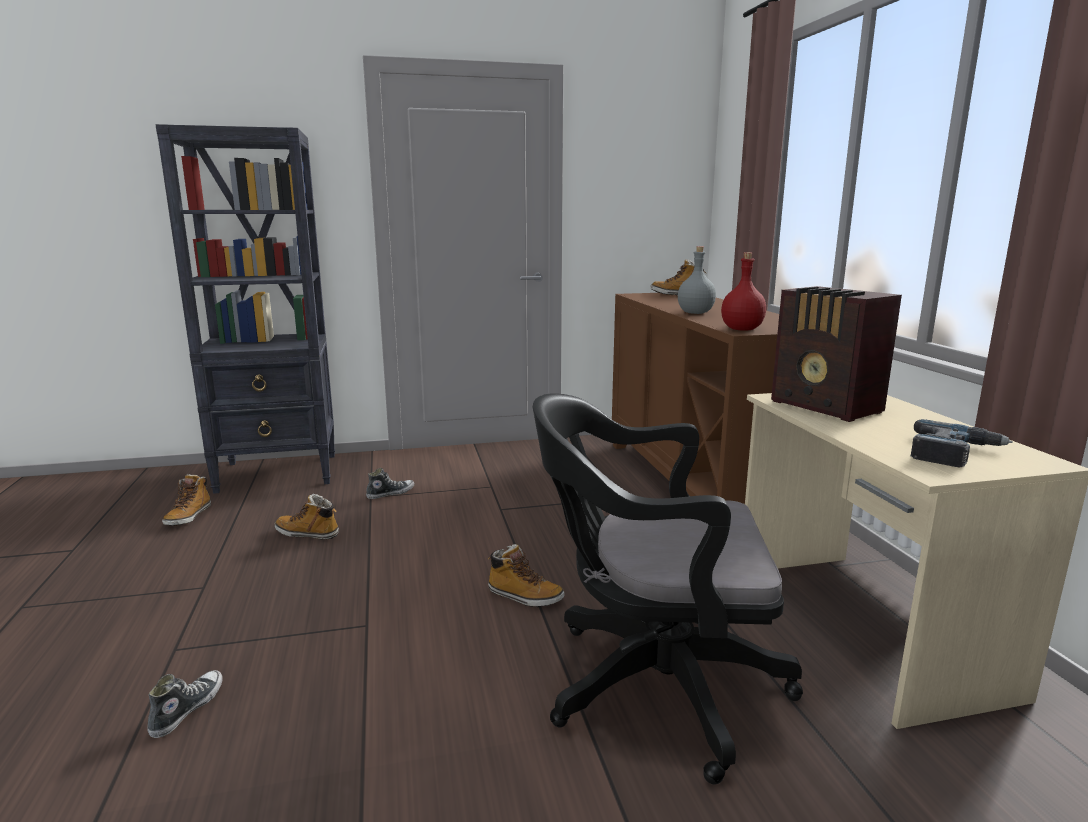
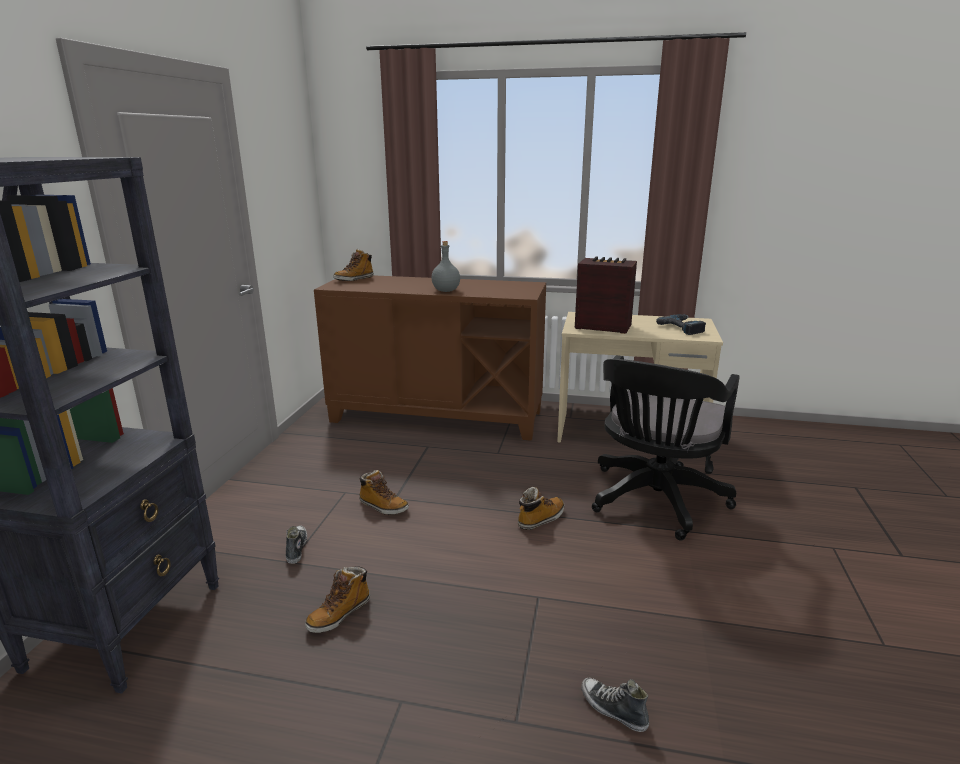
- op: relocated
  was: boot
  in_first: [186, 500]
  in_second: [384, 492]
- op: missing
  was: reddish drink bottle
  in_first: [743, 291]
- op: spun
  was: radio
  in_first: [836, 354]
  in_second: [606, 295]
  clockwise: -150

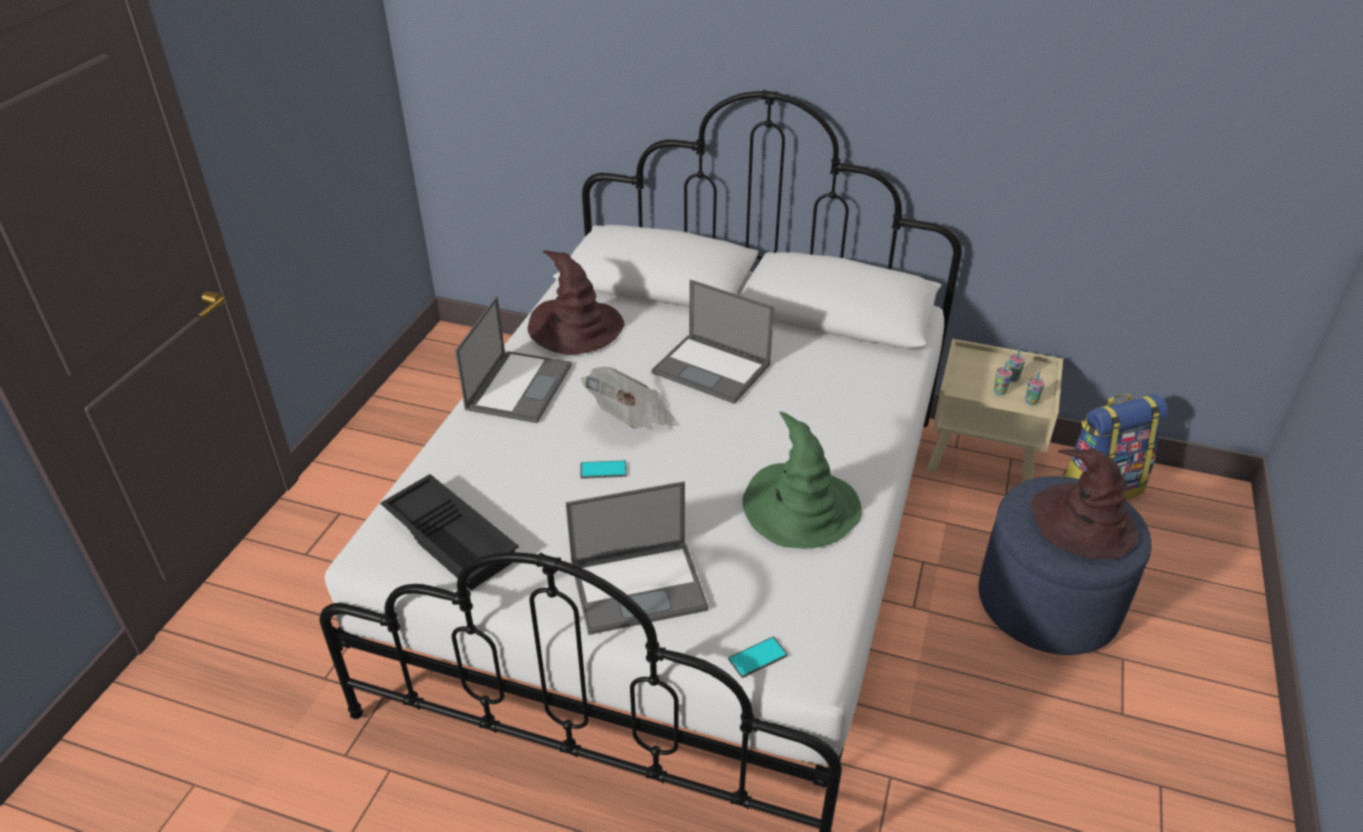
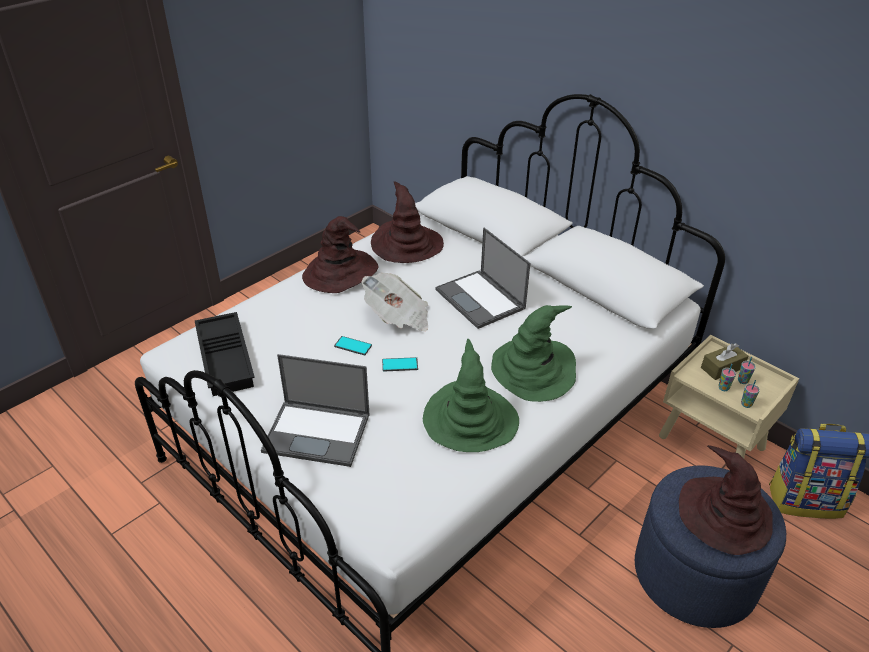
- op: exchanged
  was: notebook computer
  now: brownish wearable hat
  in_first: [513, 359]
  in_second: [340, 254]
- op: relocated
  was: handset
  in_first: [758, 657]
  in_second: [400, 364]
- op: appeared
  now: greenish wearable hat
  in_second: [533, 353]
- op: appeared
  now: brownish tissue holder
  in_second: [725, 361]

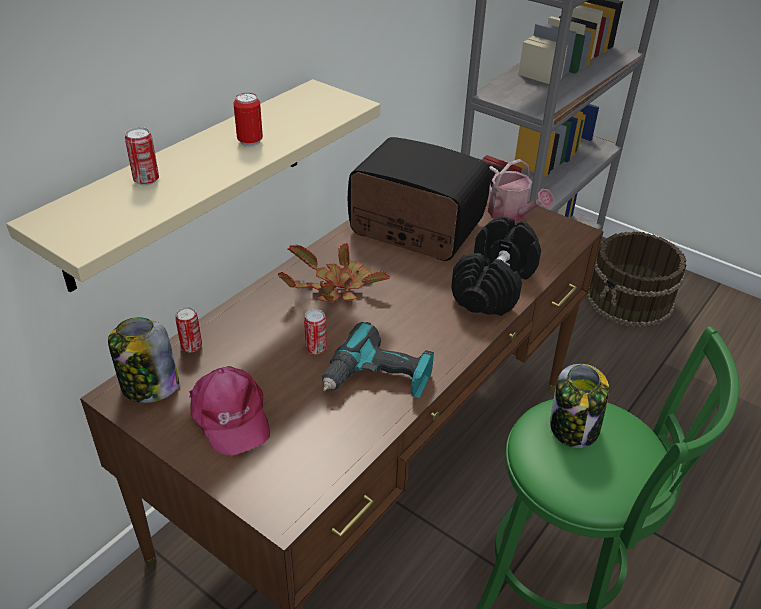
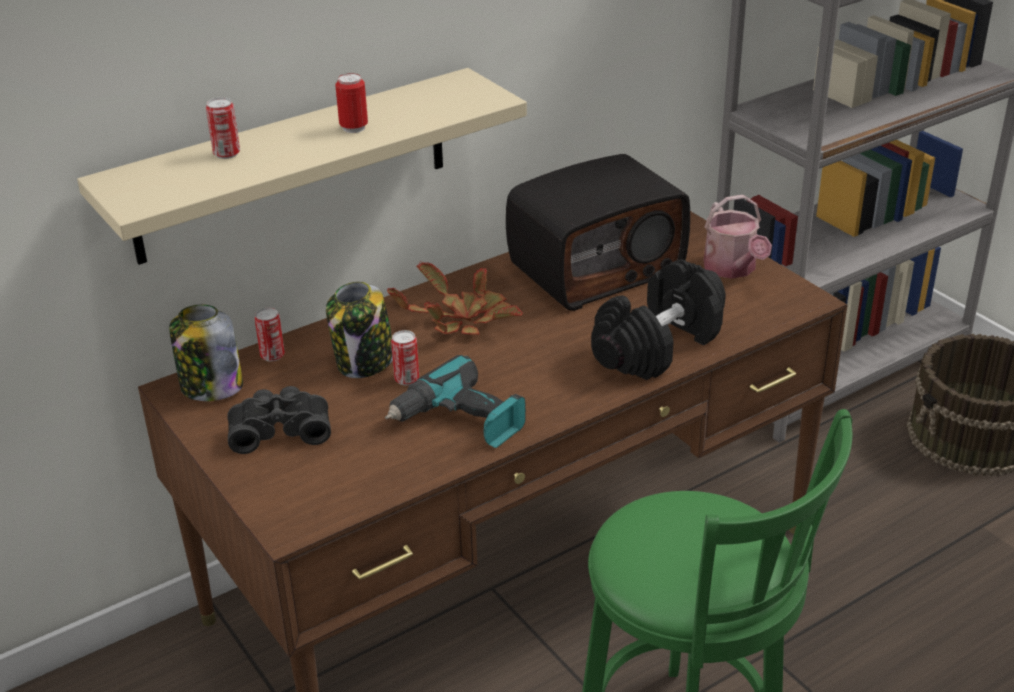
- op: exchanged
  was: pinkish cap
  now: black-coloured pair of binoculars
  in_first: [229, 411]
  in_second: [279, 420]
- op: spun
  was: radio
  in_first: [419, 199]
  in_second: [598, 232]
  clockwise: 105
- op: relocated
  was: jar
  in_first: [579, 406]
  in_second: [359, 330]

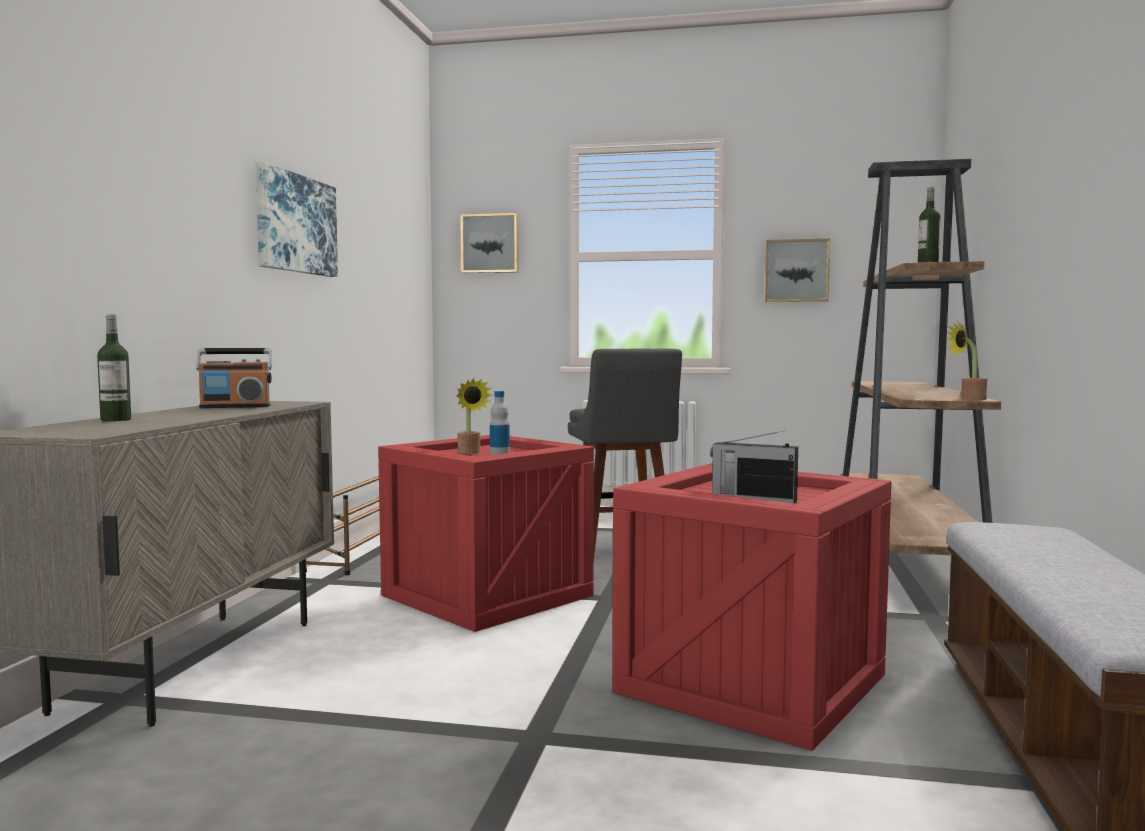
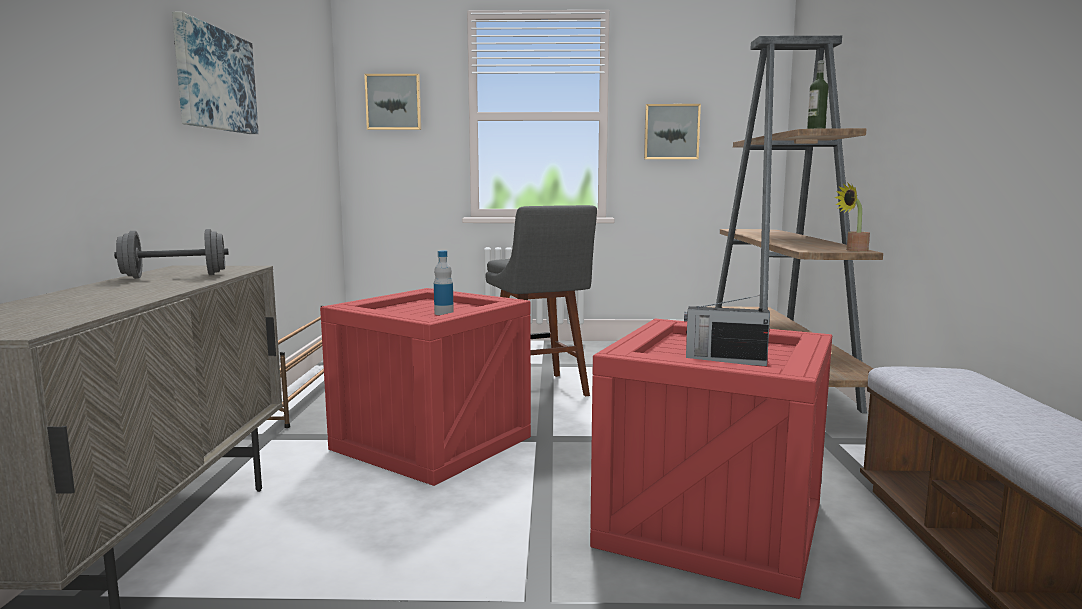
- op: missing
  was: drink bottle
  in_first: [114, 367]
- op: exchanged
  was: radio
  now: gray free weight
  in_first: [234, 378]
  in_second: [171, 254]
- op: missing
  was: houseplant
  in_first: [474, 416]

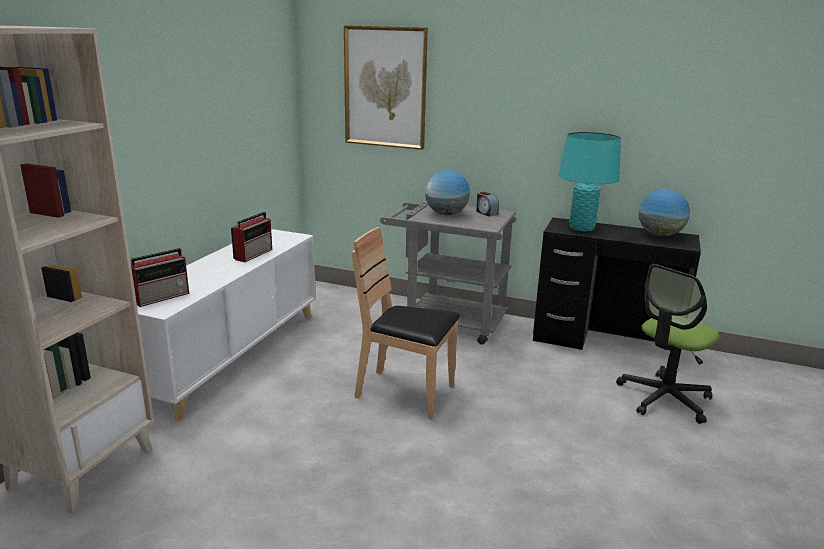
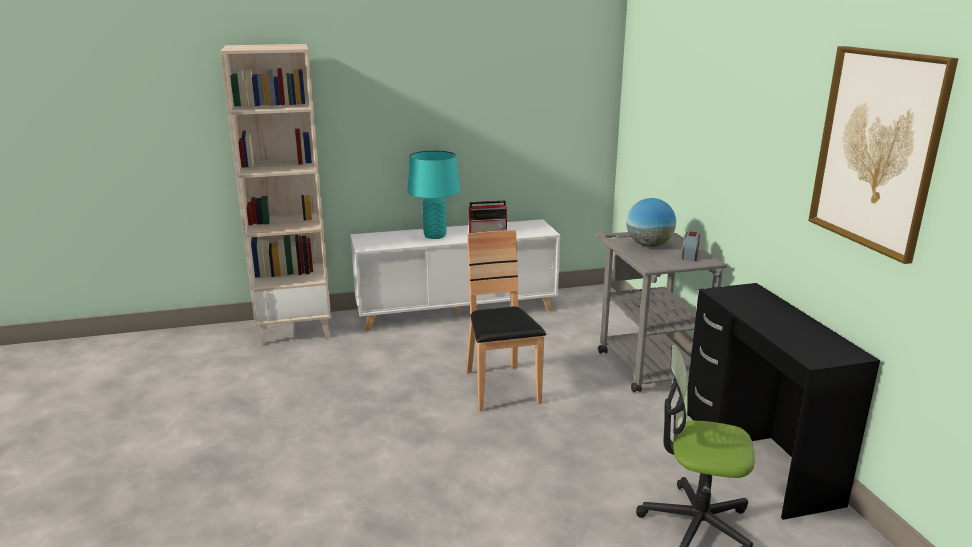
- op: missing
  was: radio
  in_first: [159, 277]
- op: relocated
  was: wall picture
  in_first: [386, 87]
  in_second: [883, 155]
- op: relocated
  was: turquoise-coloured tabletop lamp
  in_first: [589, 181]
  in_second: [433, 195]
- op: missing
  was: globe
  in_first: [664, 213]

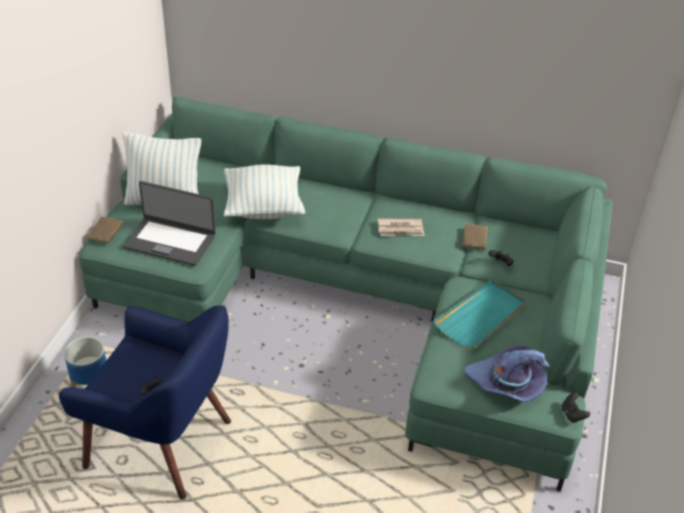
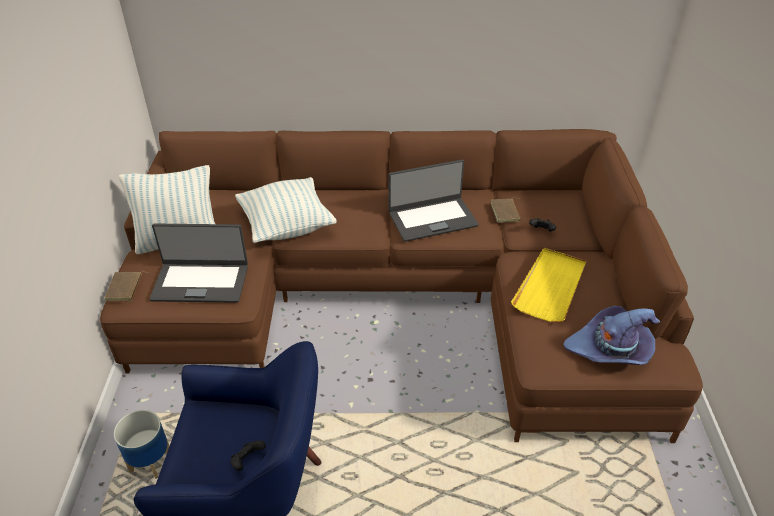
- op: colour
  was: greenish settee
  now: brownish settee
  in_first: [346, 294]
  in_second: [401, 286]
- op: exchanged
  was: printed paper
  now: notebook computer
  in_first: [401, 227]
  in_second: [434, 200]
- op: colour
  was: turquoise-coloured serving tray
  now: yellow serving tray
  in_first: [479, 314]
  in_second: [548, 285]
- op: missing
  was: black-coloured gamepad
  in_first: [575, 407]

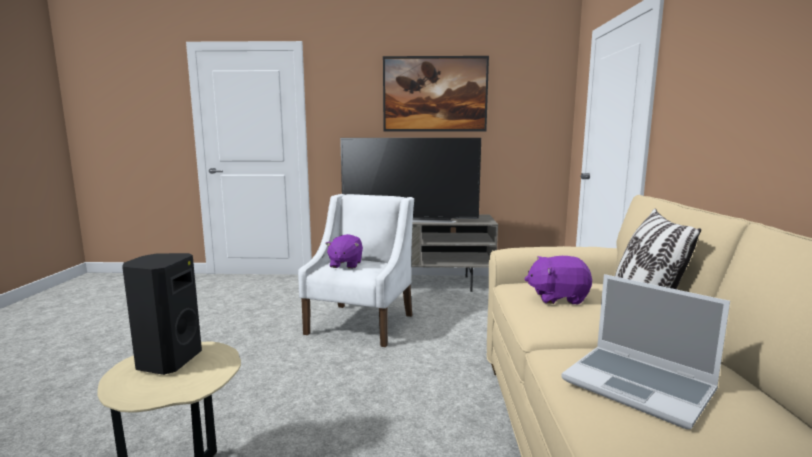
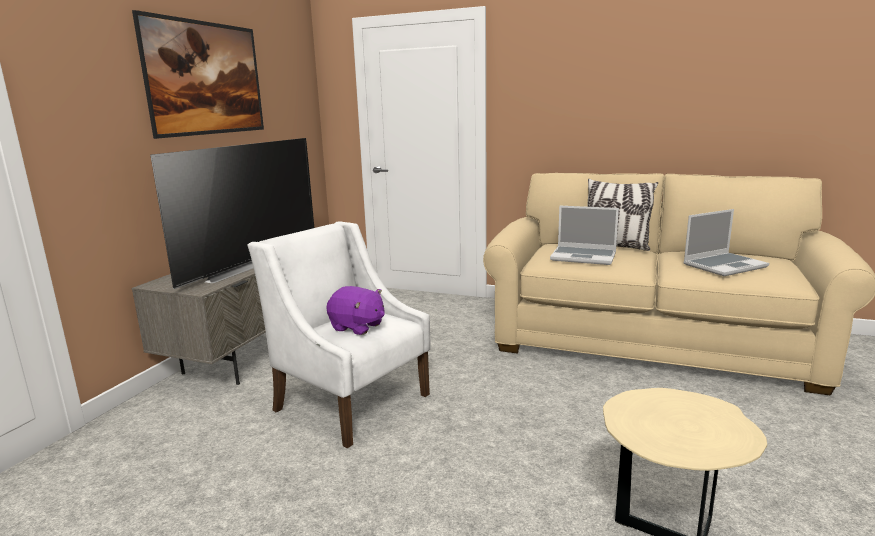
- op: missing
  was: black-coloured loudspeaker
  in_first: [162, 314]
- op: exchanged
  was: purple soft toy
  now: notebook computer
  in_first: [558, 280]
  in_second: [584, 235]

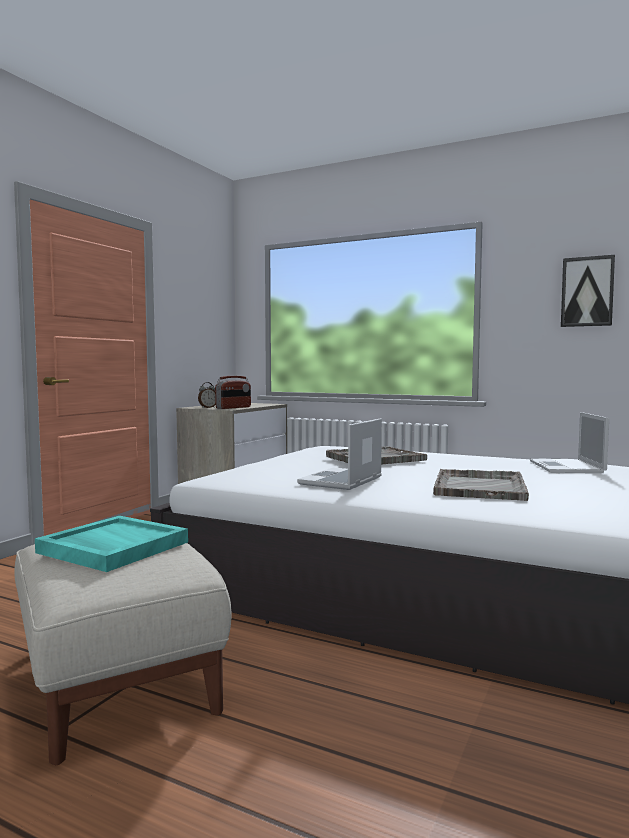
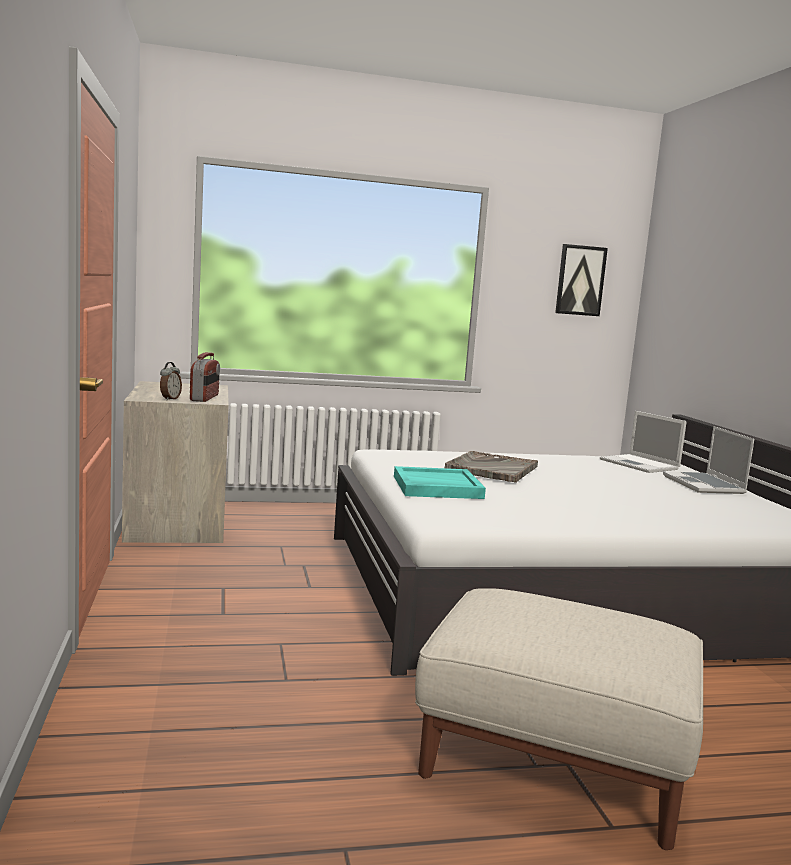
- op: relocated
  was: turquoise-coloured serving tray
  in_first: [111, 544]
  in_second: [440, 482]
- op: relocated
  was: notebook computer
  in_first: [339, 454]
  in_second: [708, 460]
- op: missing
  was: gray serving tray
  in_first: [481, 485]

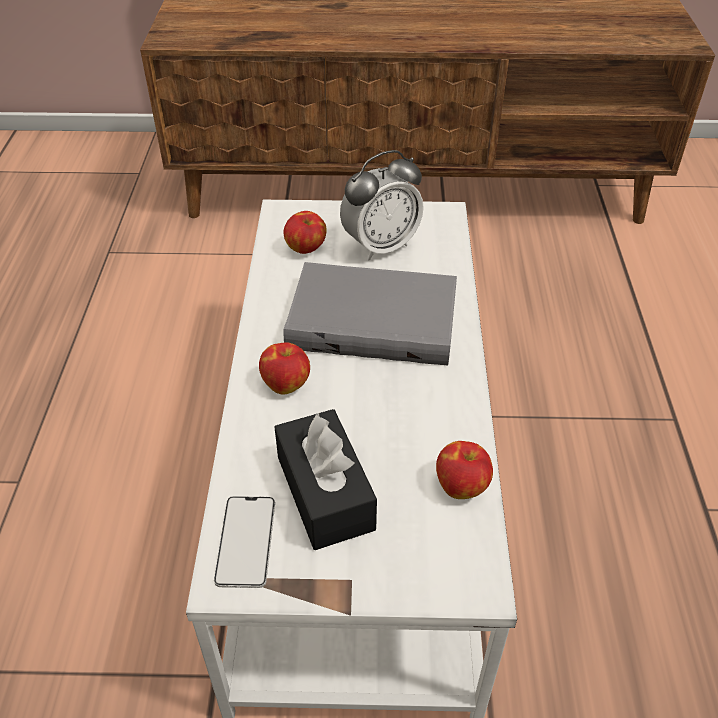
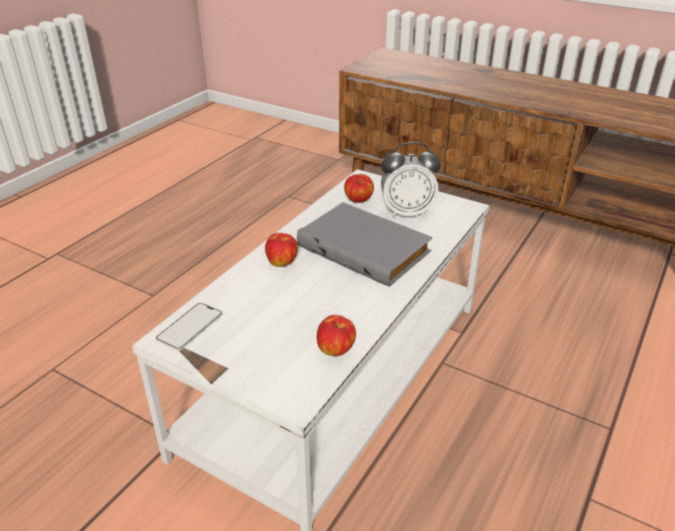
- op: missing
  was: black-coloured tissue holder
  in_first: [326, 479]

